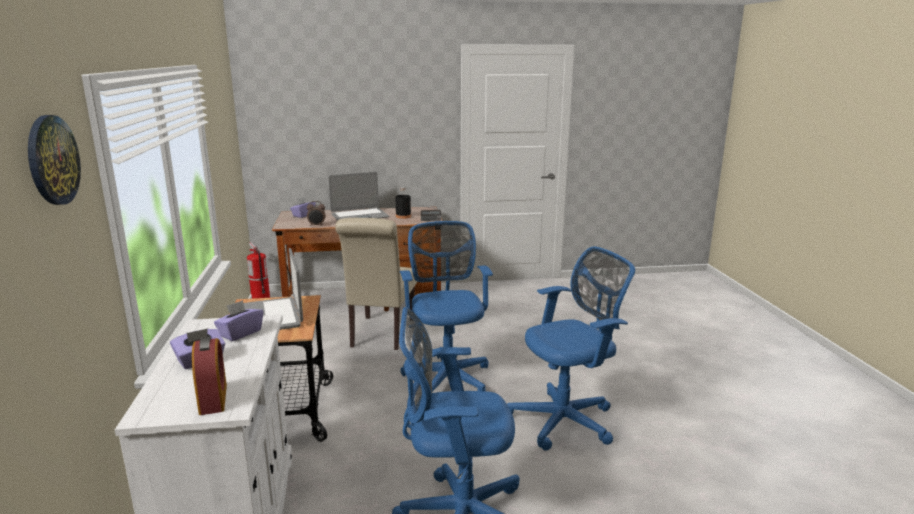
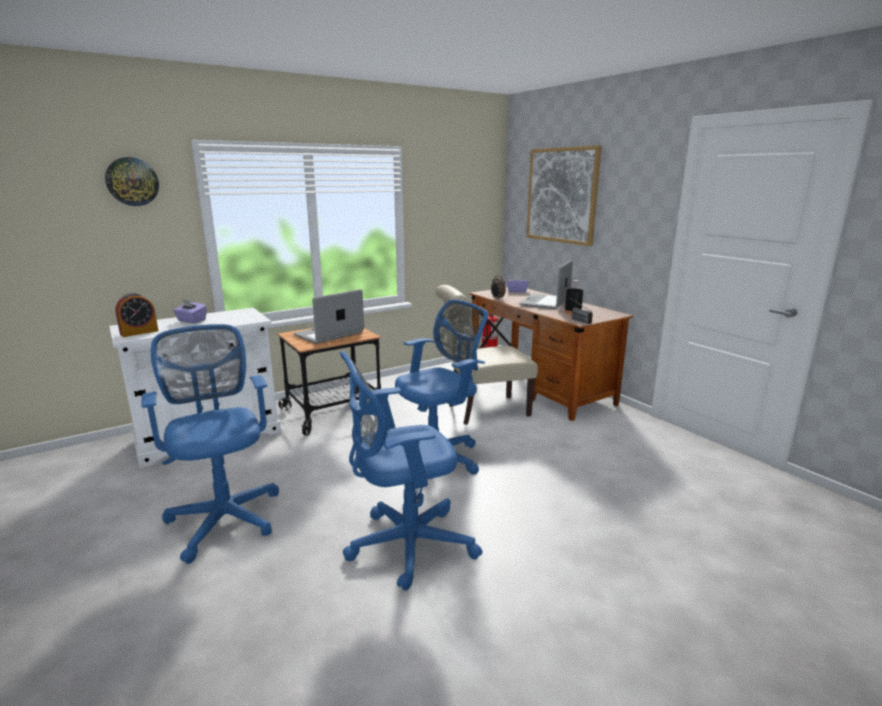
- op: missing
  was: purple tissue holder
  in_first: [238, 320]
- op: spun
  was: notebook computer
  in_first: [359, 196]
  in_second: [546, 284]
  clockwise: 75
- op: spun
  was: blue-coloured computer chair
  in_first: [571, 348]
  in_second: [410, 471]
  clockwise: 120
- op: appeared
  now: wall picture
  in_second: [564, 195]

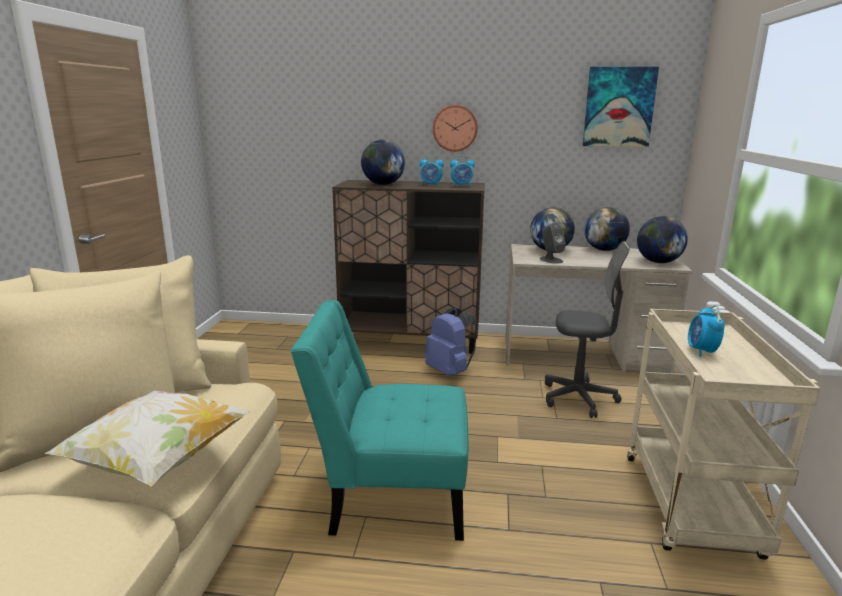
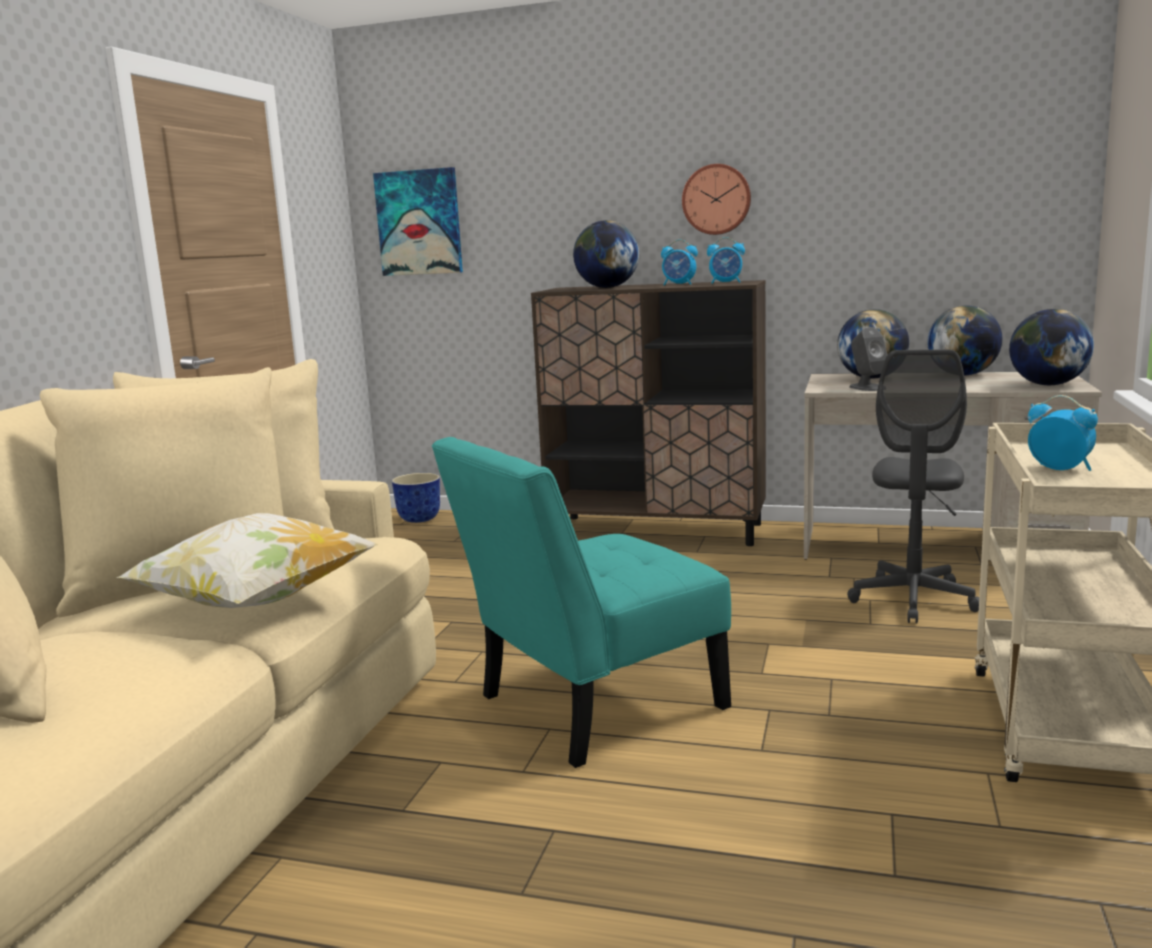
- op: spun
  was: turquoise-coloured upright chair
  in_first: [379, 420]
  in_second: [581, 602]
  clockwise: -45
- op: missing
  was: blue-coloured knapsack
  in_first: [451, 341]
- op: spun
  was: gray computer chair
  in_first: [587, 329]
  in_second: [913, 486]
  clockwise: 90
- op: relocated
  was: wall picture
  in_first: [621, 107]
  in_second: [418, 221]
- op: spun
  was: alarm clock
  in_first: [706, 331]
  in_second: [1063, 433]
  clockwise: 120
- op: appeared
  now: flower pot
  in_second: [416, 498]

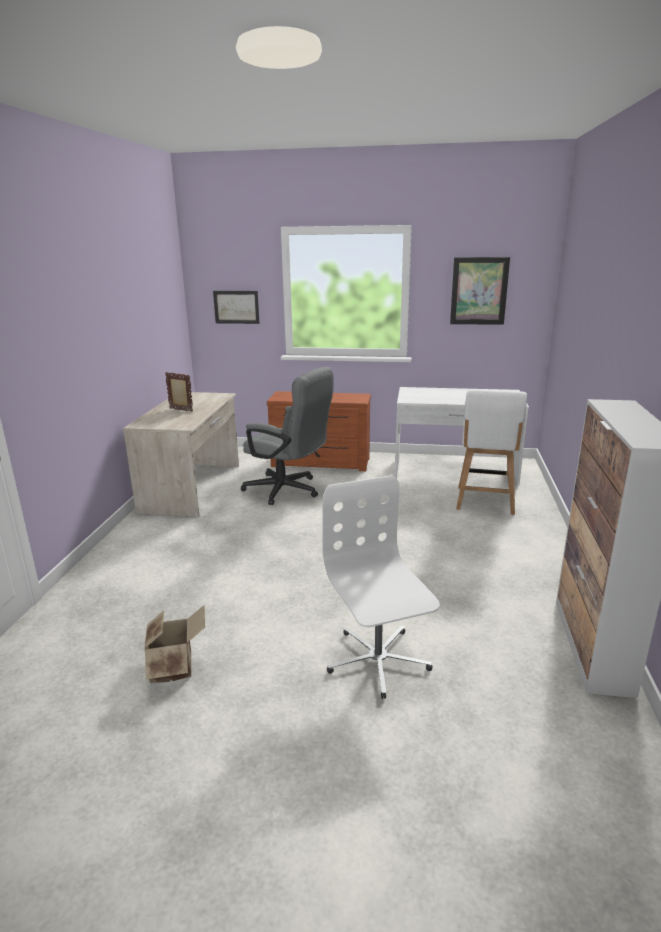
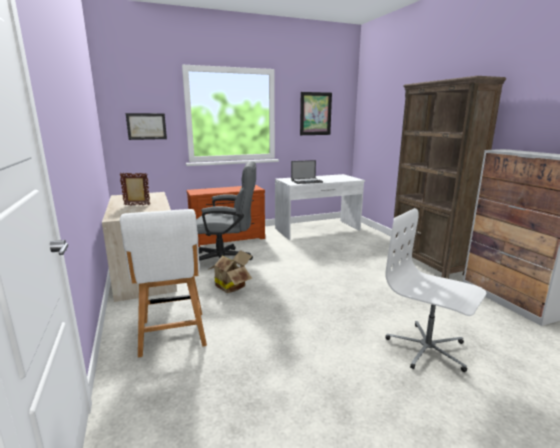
- op: relocated
  was: packing box
  in_first: [175, 644]
  in_second: [230, 271]
- op: relocated
  was: whitish upright chair
  in_first: [491, 452]
  in_second: [163, 283]
- op: appeared
  now: notebook computer
  in_second: [307, 172]
- op: appeared
  now: brownish shelving unit
  in_second: [449, 177]

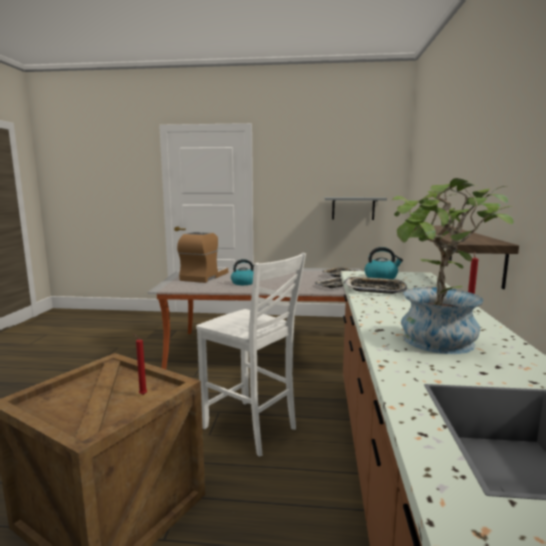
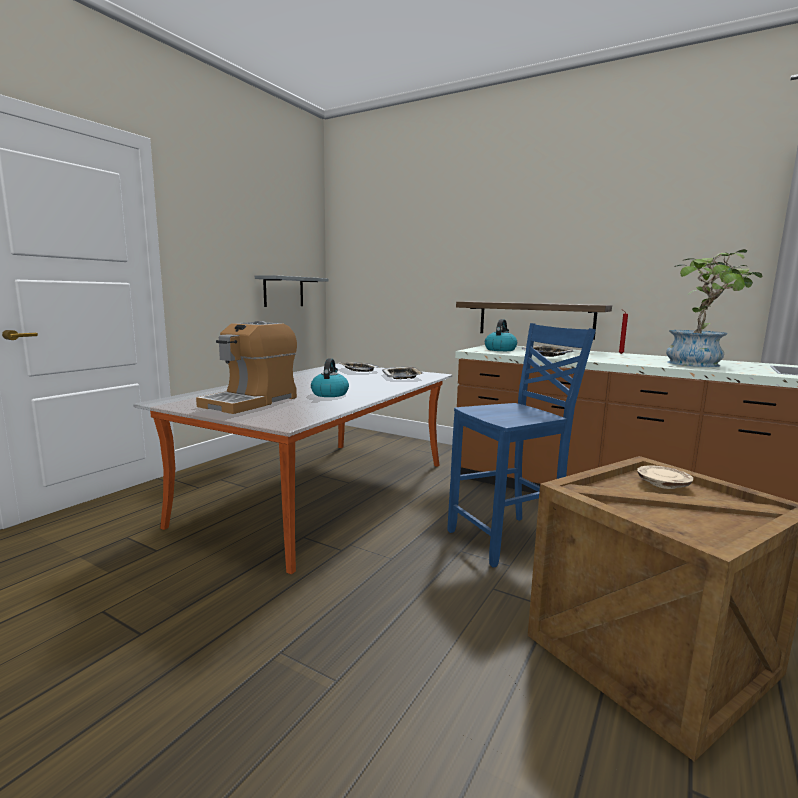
- op: exchanged
  was: reddish candle
  now: beige-coloured dinner plate
  in_first: [140, 364]
  in_second: [665, 477]
- op: spun
  was: coffee brewer
  in_first: [202, 257]
  in_second: [246, 367]
  clockwise: -105
- op: colour
  was: whitish upright chair
  now: blue-coloured upright chair
  in_first: [251, 355]
  in_second: [522, 445]

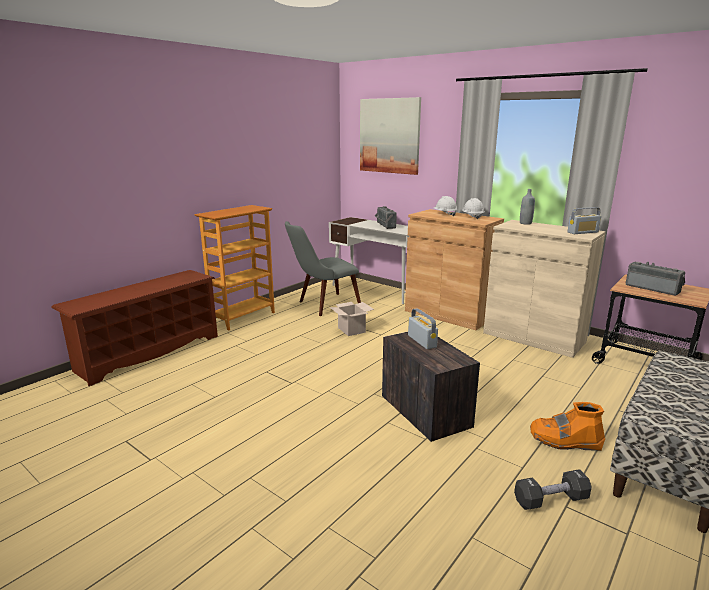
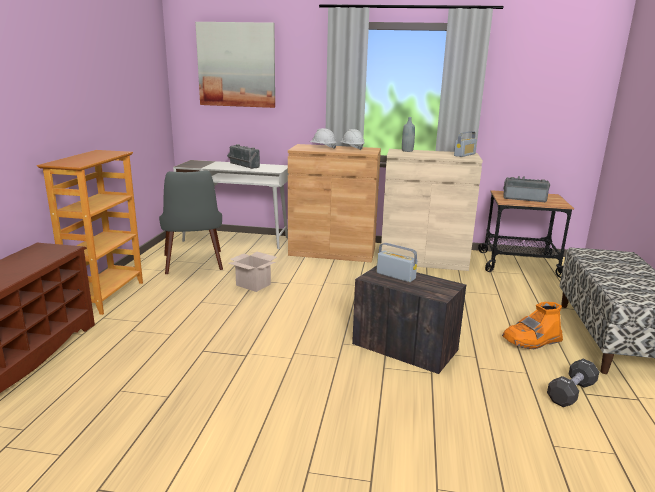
- op: spun
  was: gray upright chair
  in_first: [323, 268]
  in_second: [191, 222]
  clockwise: -45

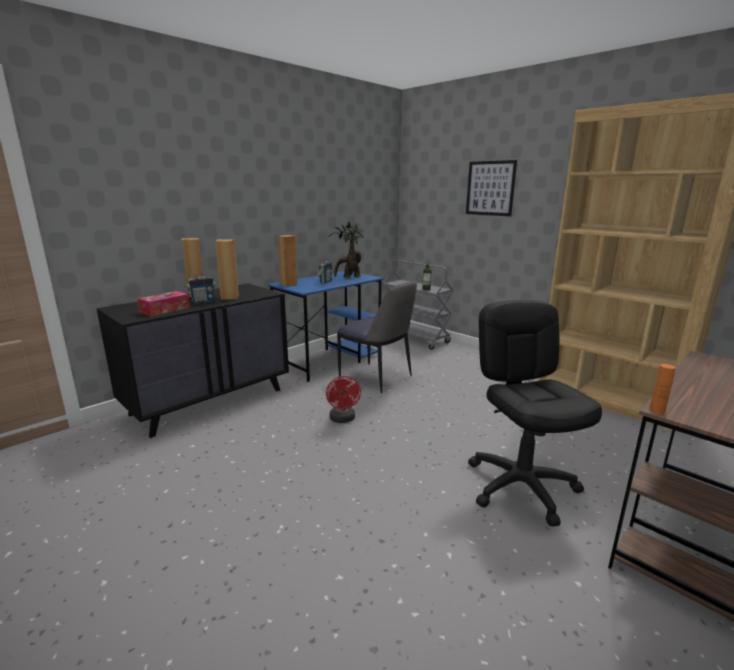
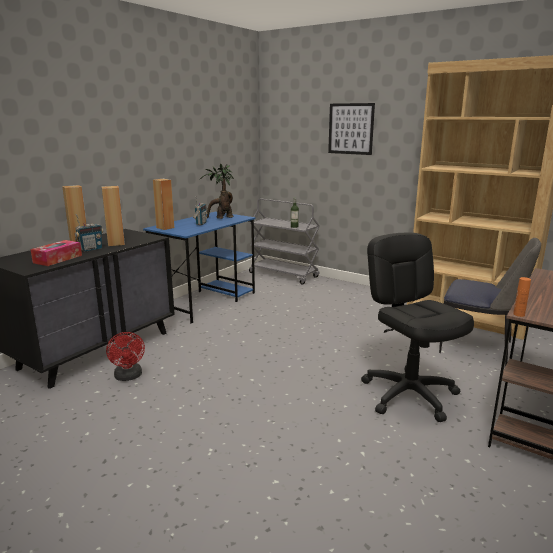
- op: relocated
  was: reddish fan
  in_first: [343, 399]
  in_second: [125, 356]
- op: relocated
  was: upright chair
  in_first: [377, 336]
  in_second: [490, 302]

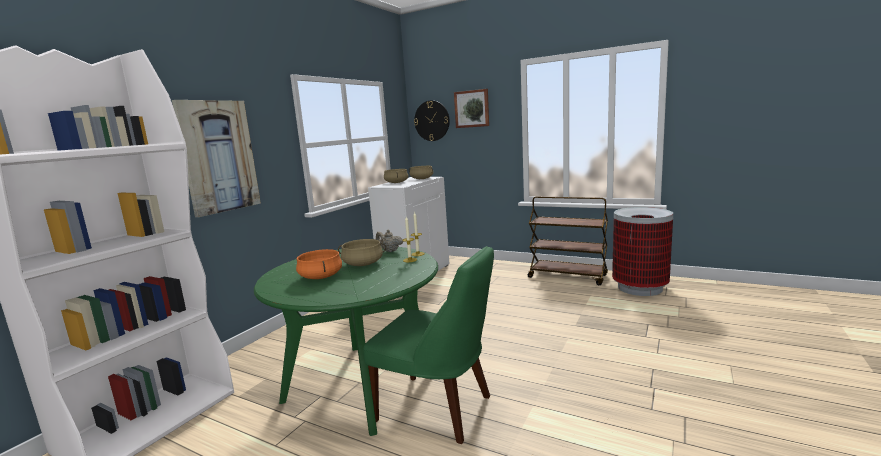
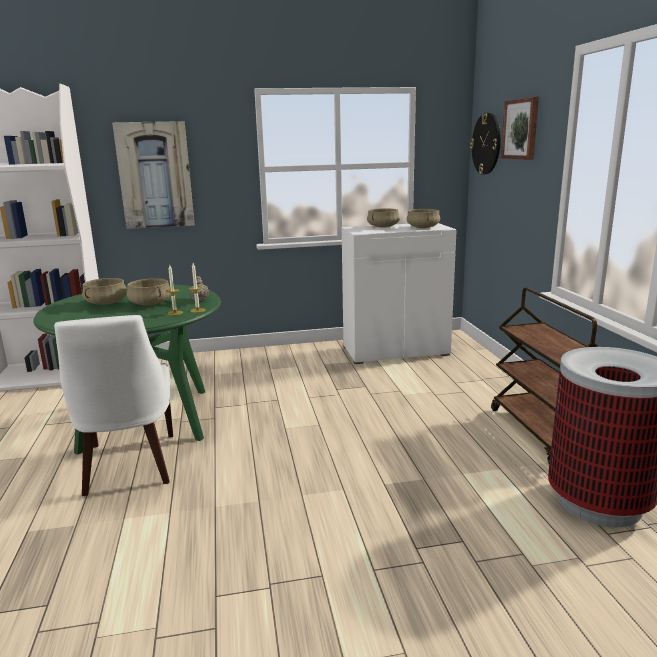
- op: colour
  was: orange-coloured stockpot
  now: beige-coloured stockpot
  in_first: [319, 264]
  in_second: [104, 291]
- op: colour
  was: greenish upright chair
  now: whitish upright chair
  in_first: [428, 345]
  in_second: [113, 405]

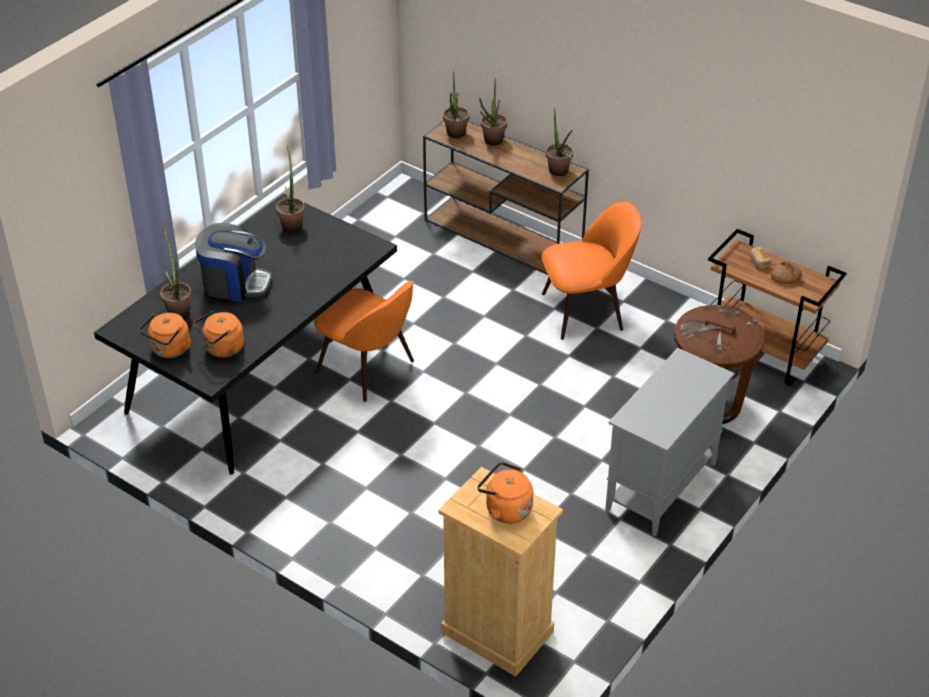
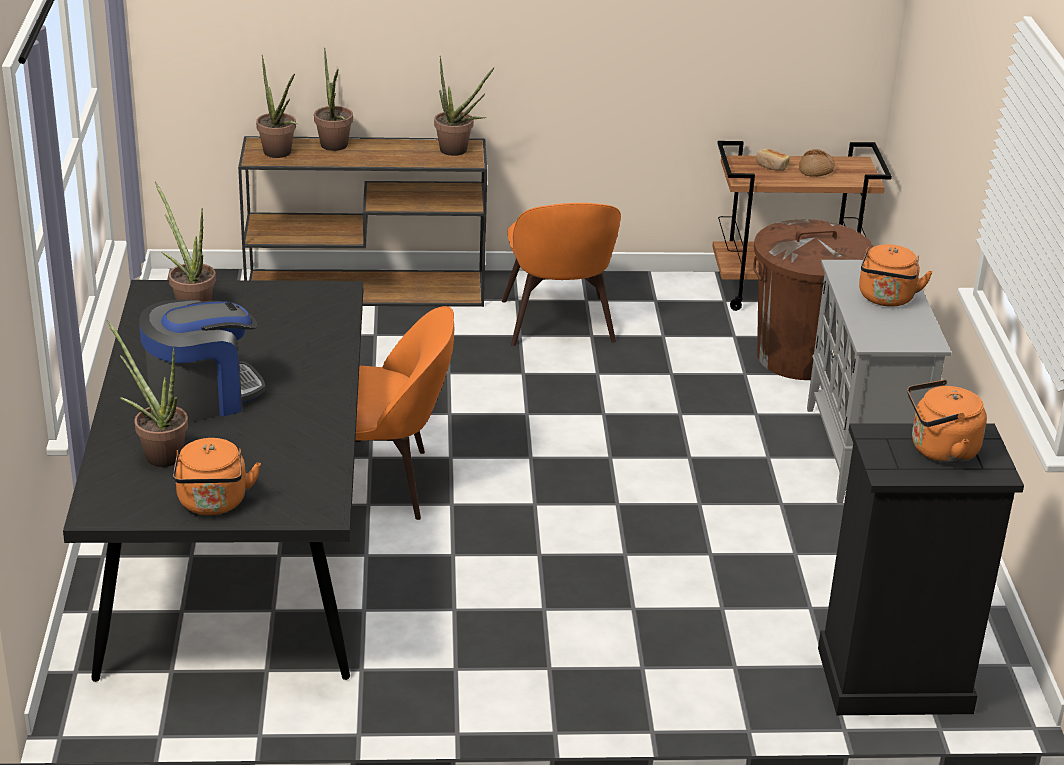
- op: relocated
  was: orange-coloured tea kettle
  in_first: [219, 334]
  in_second: [896, 275]
- op: colour
  was: beige-coloured drawer chest
  now: black-coloured drawer chest
  in_first: [501, 572]
  in_second: [921, 569]
- op: spun
  was: orange-coloured upright chair
  in_first: [591, 270]
  in_second: [561, 274]
  clockwise: 135

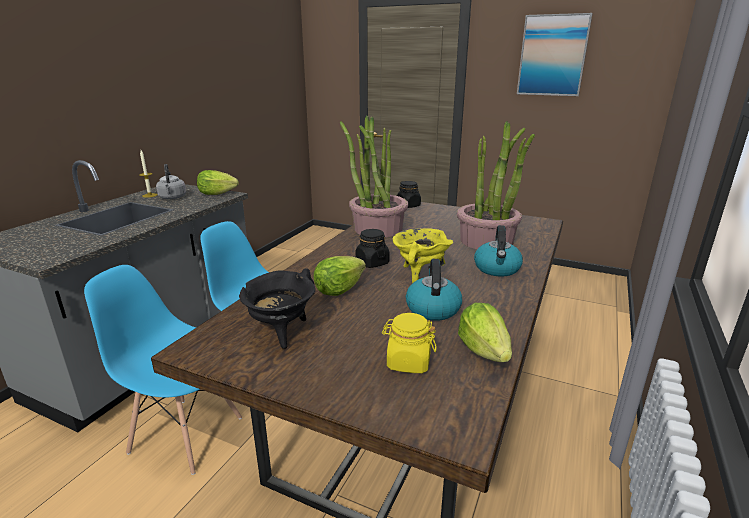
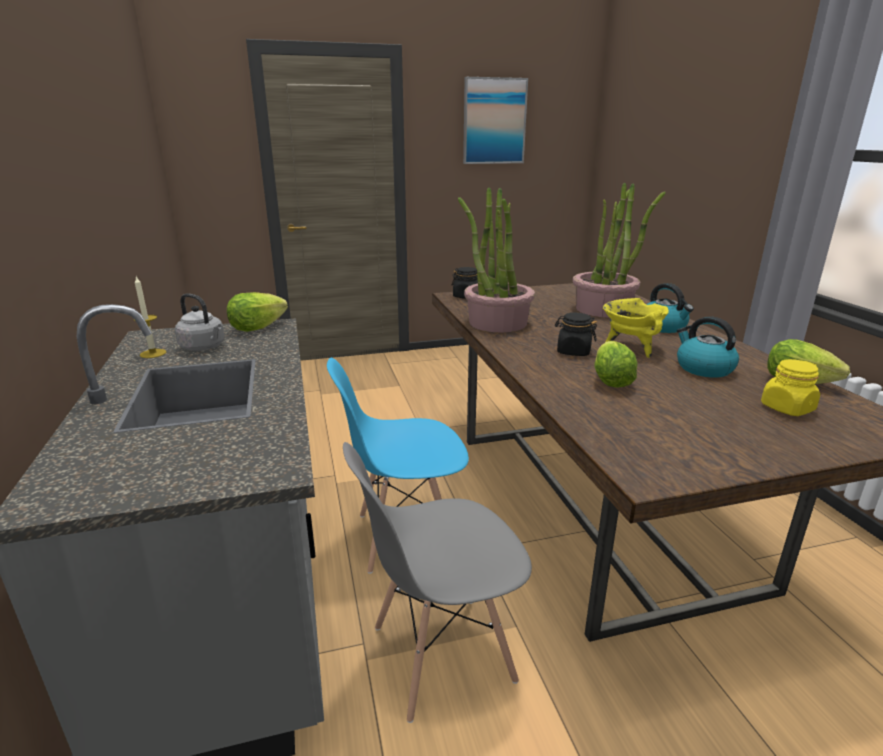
- op: colour
  was: blue-coloured upright chair
  now: gray upright chair
  in_first: [163, 370]
  in_second: [437, 582]
- op: missing
  was: black-coloured stockpot
  in_first: [277, 308]

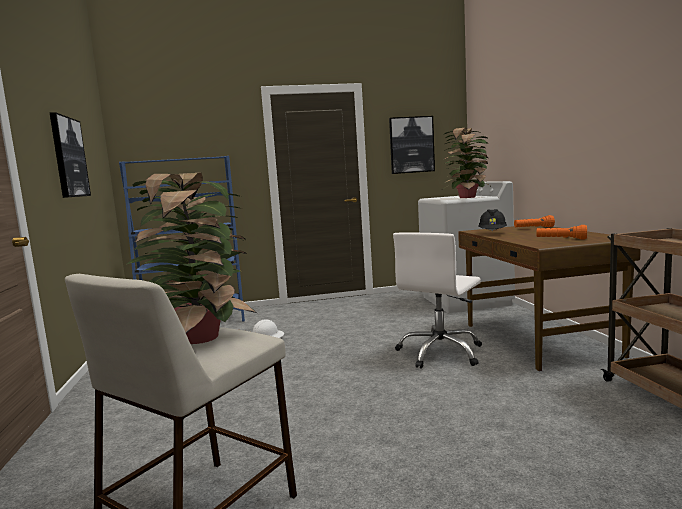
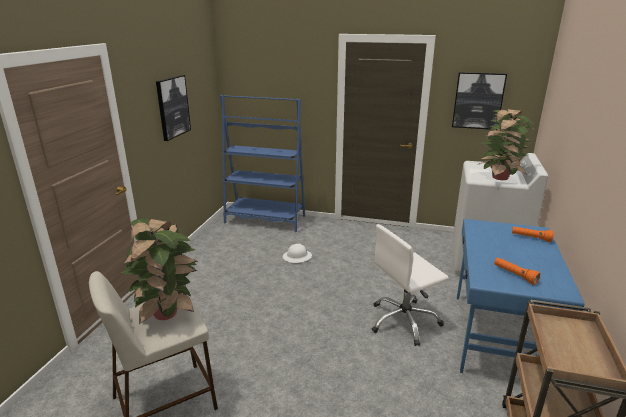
- op: colour
  was: brownish desk unit
  now: blue-coloured desk unit
  in_first: [549, 298]
  in_second: [520, 296]
- op: missing
  was: black-coloured work helmet
  in_first: [492, 220]

